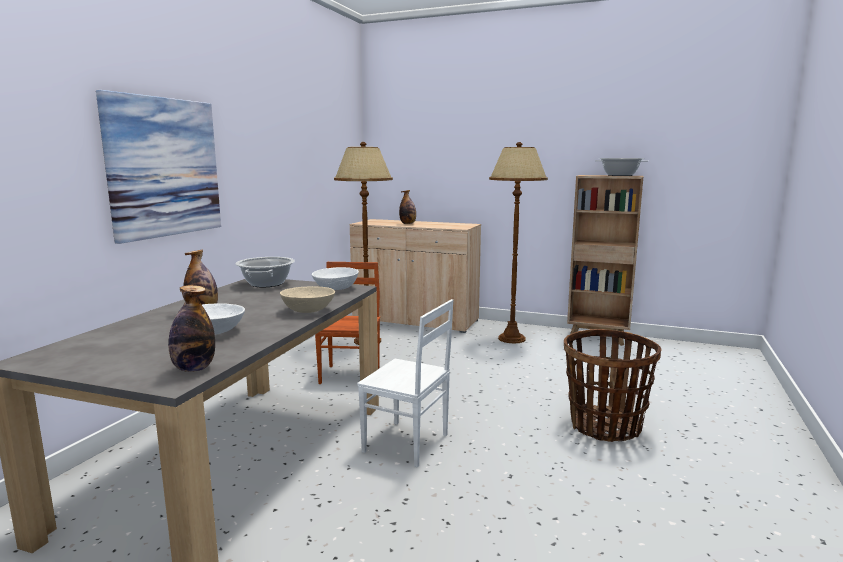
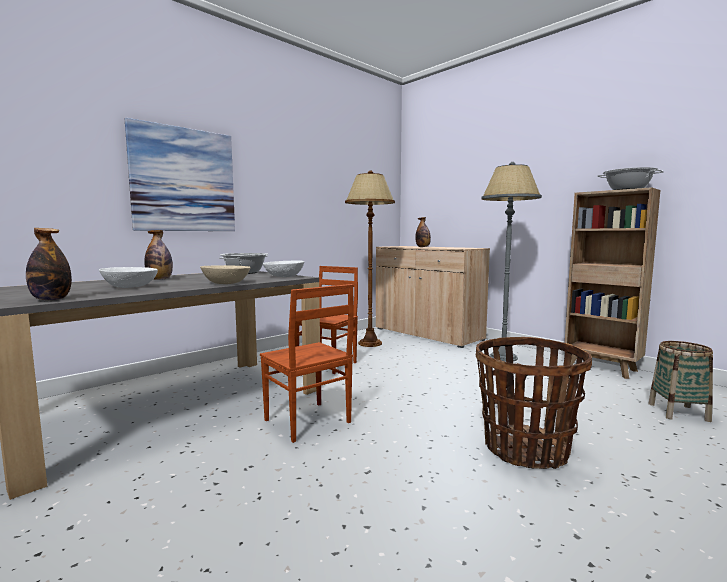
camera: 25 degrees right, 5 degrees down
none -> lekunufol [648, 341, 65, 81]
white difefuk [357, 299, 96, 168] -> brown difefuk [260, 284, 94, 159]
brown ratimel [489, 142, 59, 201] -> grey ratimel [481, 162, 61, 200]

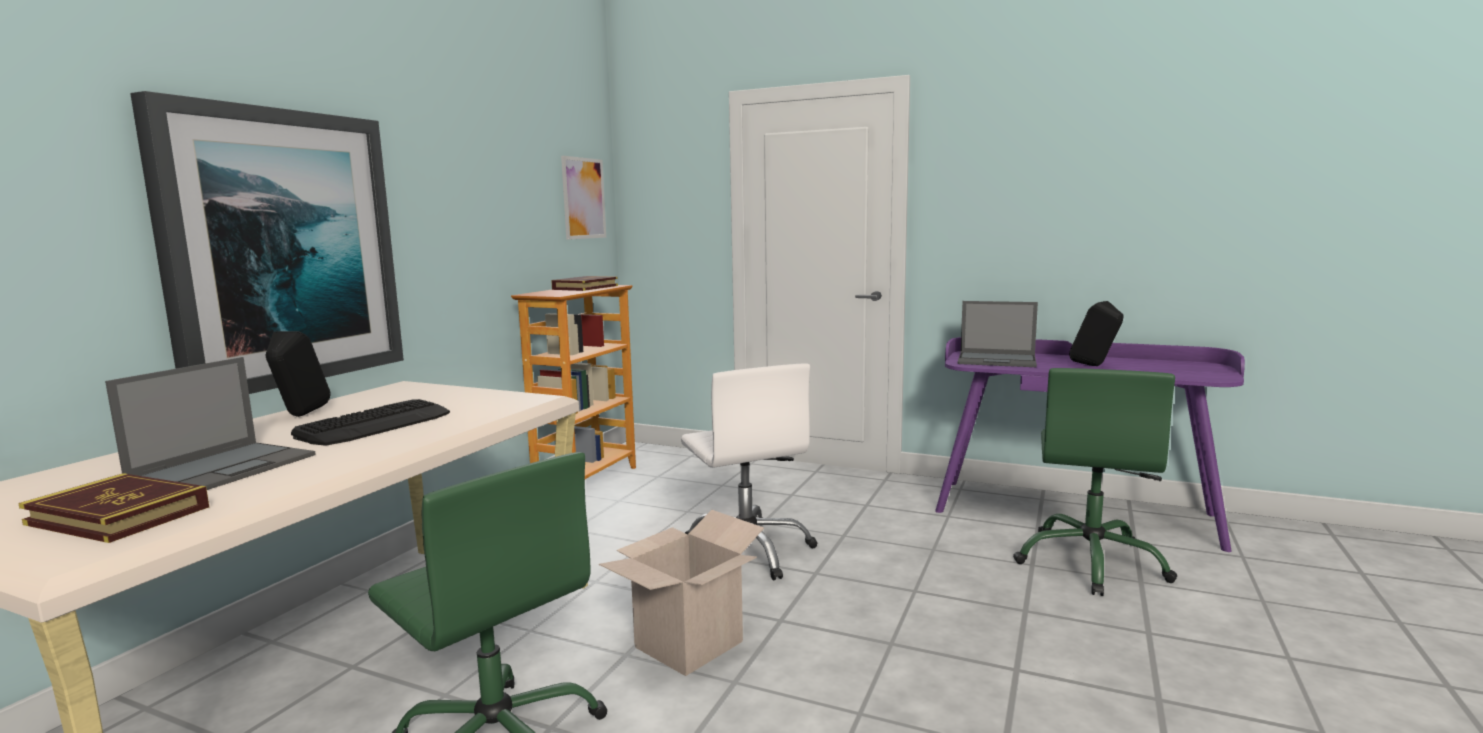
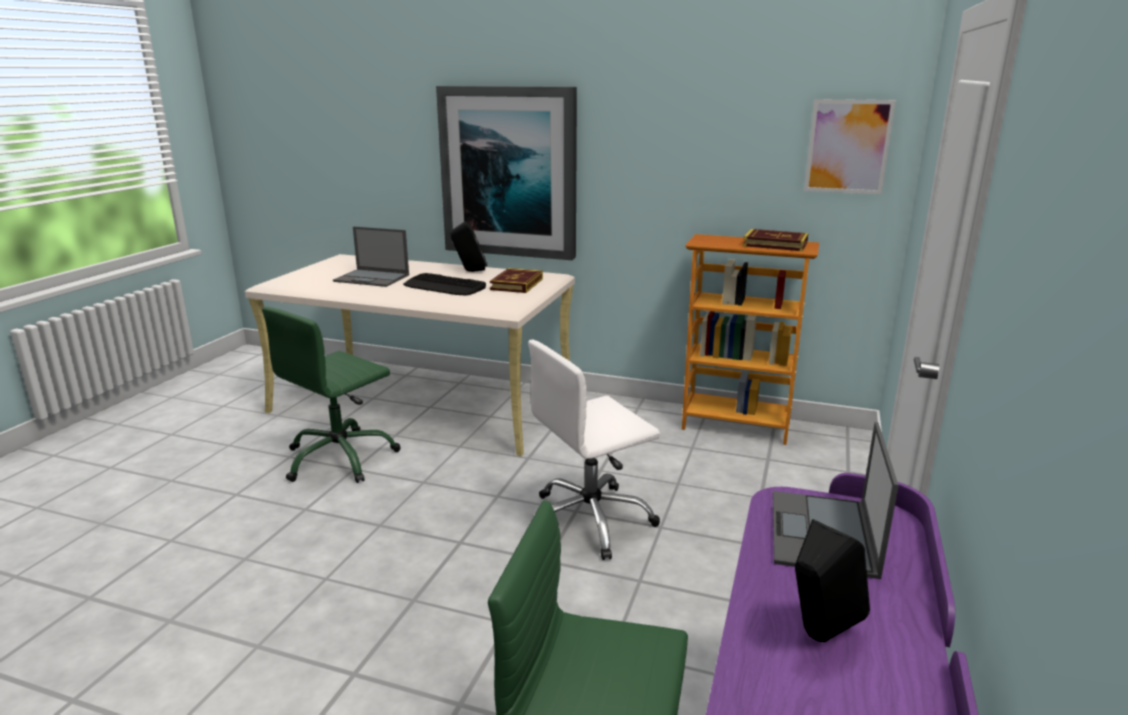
camera: 85 degrees right, 10 degrees up
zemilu [599, 510, 165, 166] -> none
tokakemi [18, 473, 191, 70] -> tokakemi [490, 268, 53, 25], shifted

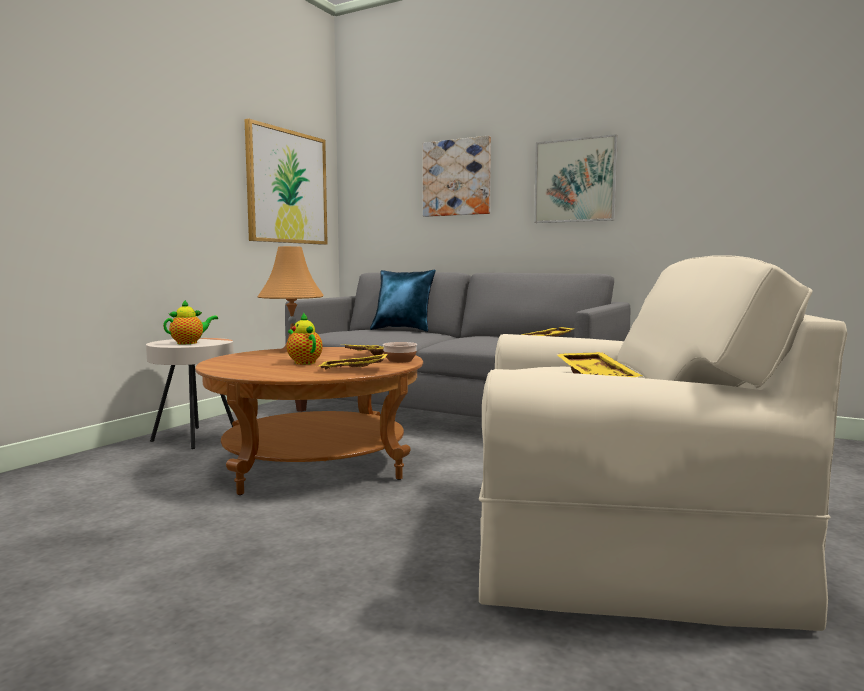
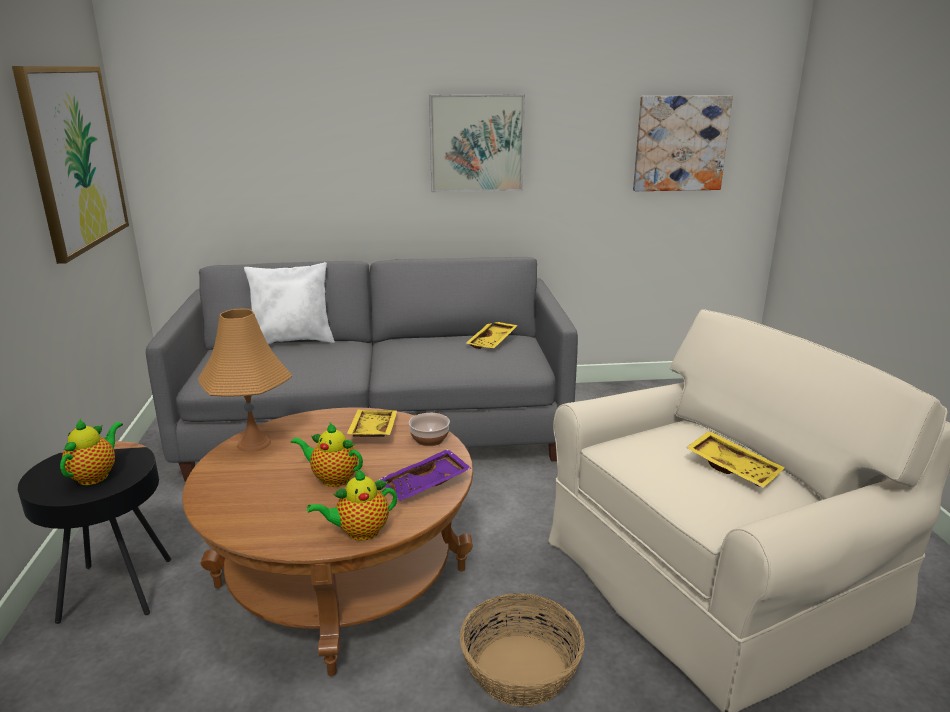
camera: 35 degrees left, 15 degrees up
none -> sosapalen [307, 469, 90, 72]
none -> lekunufol [460, 593, 125, 114]
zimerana [423, 136, 68, 81] -> zimerana [633, 95, 100, 96], shifted
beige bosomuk [146, 338, 88, 111] -> black bosomuk [18, 441, 153, 183]
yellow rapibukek [319, 354, 69, 15] -> purple rapibukek [379, 449, 92, 52]
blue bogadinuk [370, 270, 66, 62] -> white bogadinuk [244, 262, 91, 82]

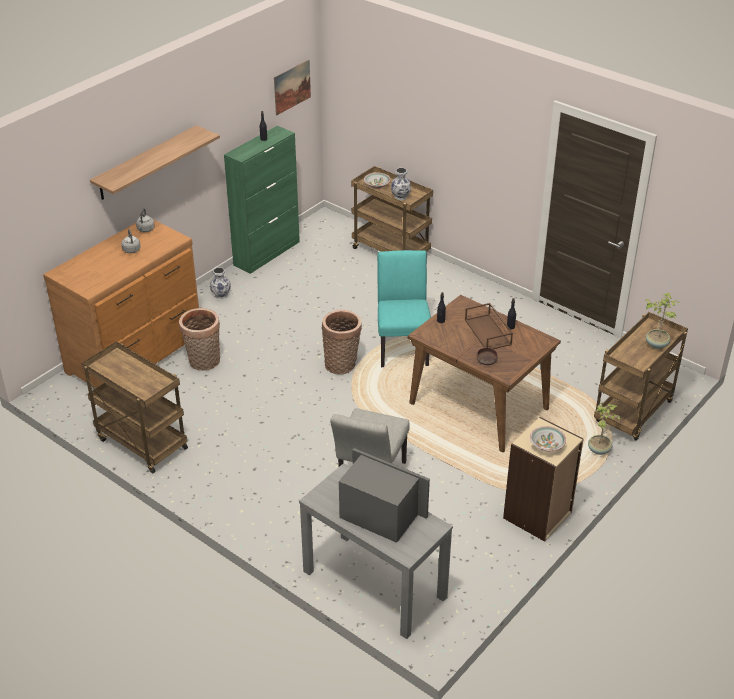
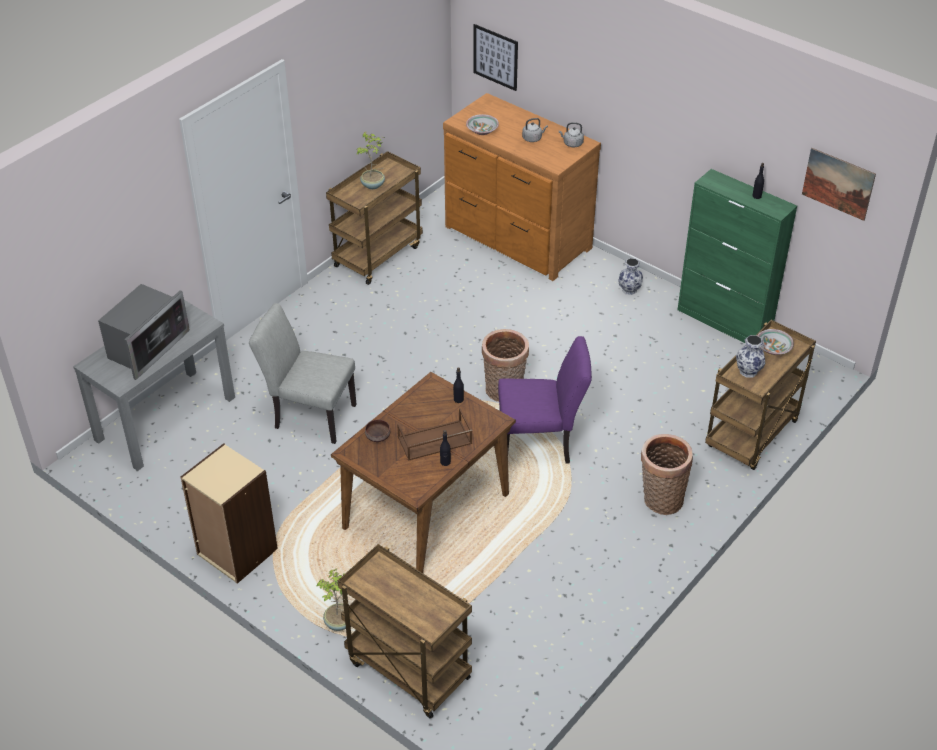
camera: 90 degrees right, 5 degrees up
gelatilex [90, 125, 130, 75] -> none
none -> zimerana [473, 24, 45, 67]
lekunufol [179, 308, 41, 63] -> lekunufol [641, 434, 52, 81], shifted
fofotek [530, 426, 36, 25] -> fofotek [466, 114, 33, 21], shifted
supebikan [645, 293, 34, 56] -> supebikan [356, 131, 29, 58], shifted
turquoise difefuk [377, 250, 54, 117] -> purple difefuk [498, 336, 94, 128]

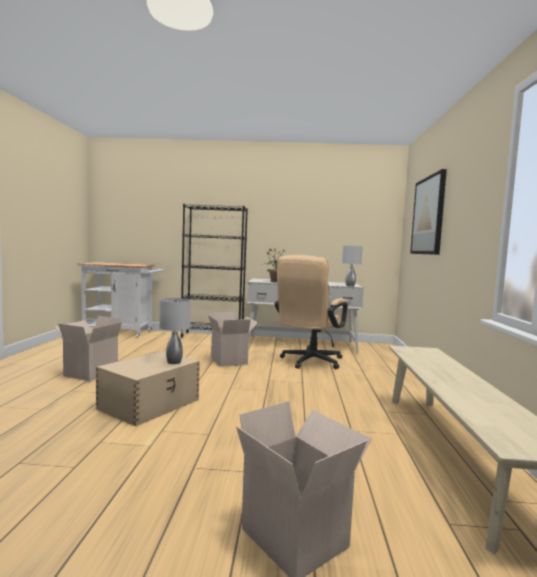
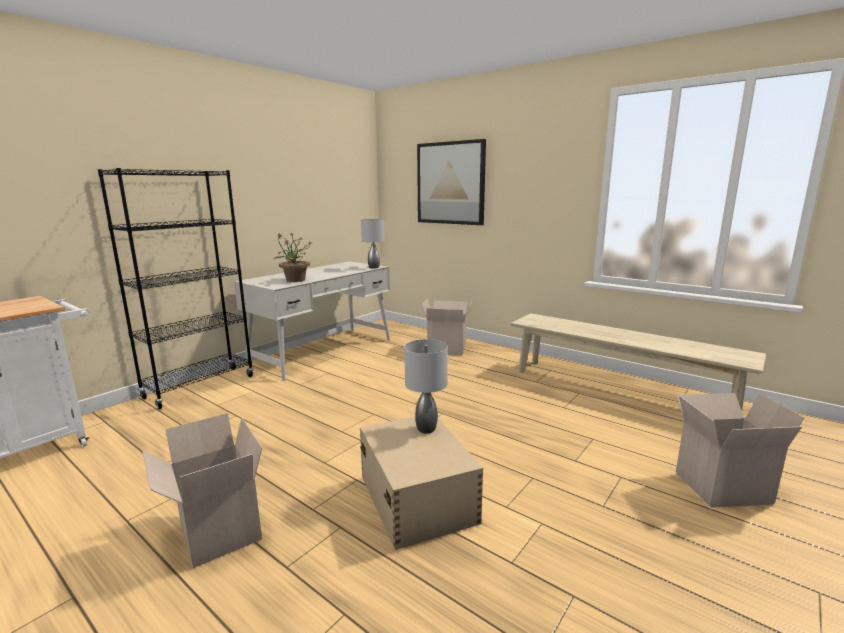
camera: 55 degrees left, 10 degrees up
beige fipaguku [275, 255, 73, 114] -> none
zemilu [208, 312, 50, 55] -> zemilu [422, 299, 50, 56], shifted

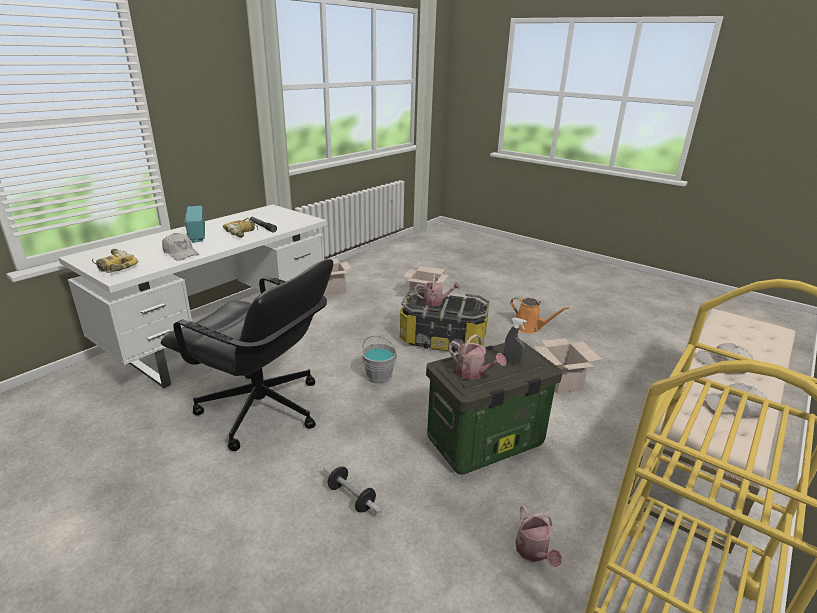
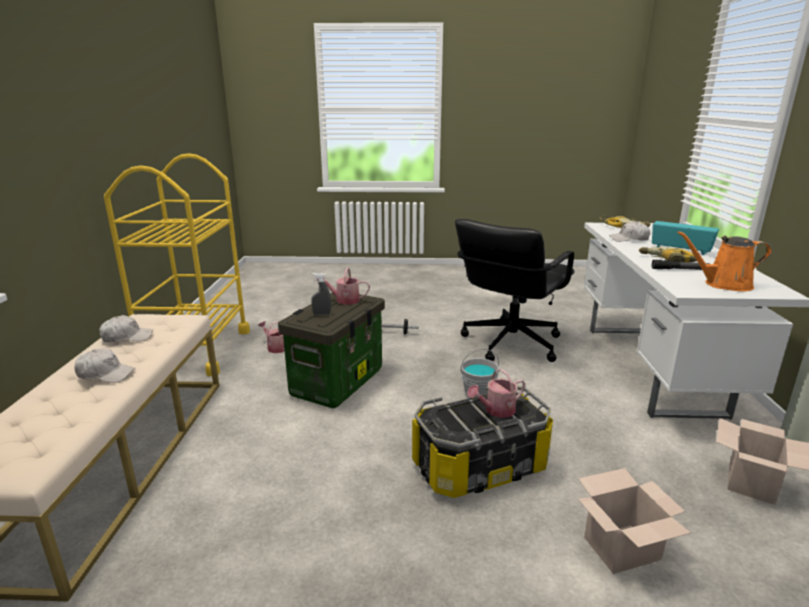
camera: 145 degrees right, 5 degrees down
zemilu [534, 338, 67, 55] -> none
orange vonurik [510, 297, 59, 36] -> orange vonurik [677, 231, 95, 61], shifted
black fipaguku [161, 259, 172, 192] -> black fipaguku [455, 219, 120, 143], 45 degrees counterclockwise

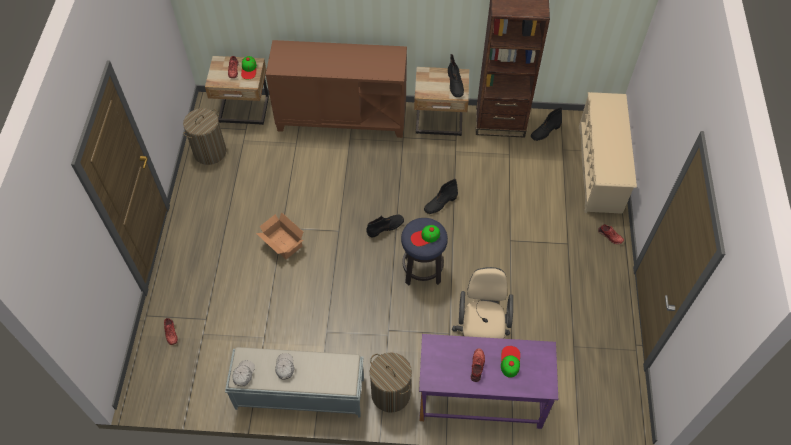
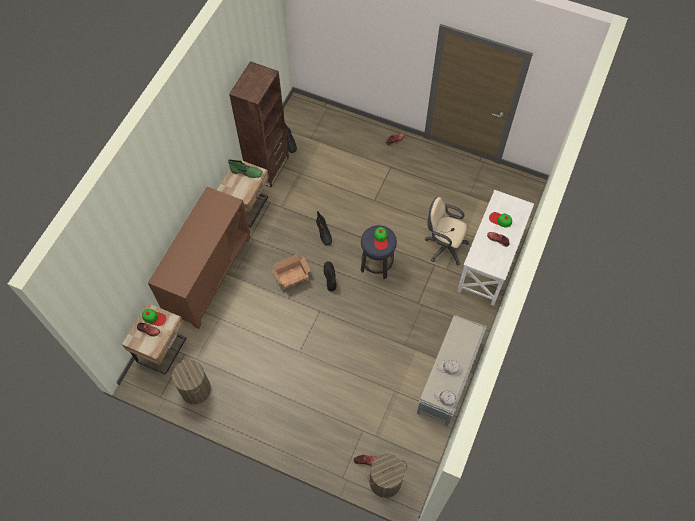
camera: 70 degrees left, 5 degrees up
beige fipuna [579, 92, 58, 122] -> none
zemilu [256, 212, 47, 47] -> zemilu [272, 254, 38, 35], shifted
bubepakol [370, 352, 42, 61] -> bubepakol [367, 454, 40, 44], shifted
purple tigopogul [419, 334, 139, 95] -> white tigopogul [457, 190, 77, 116]
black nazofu [448, 54, 16, 43] -> green nazofu [228, 159, 35, 19]

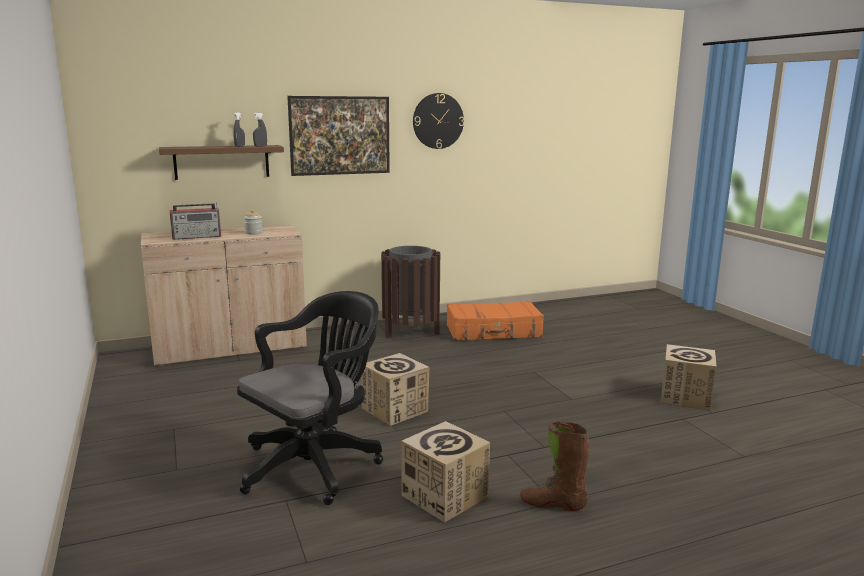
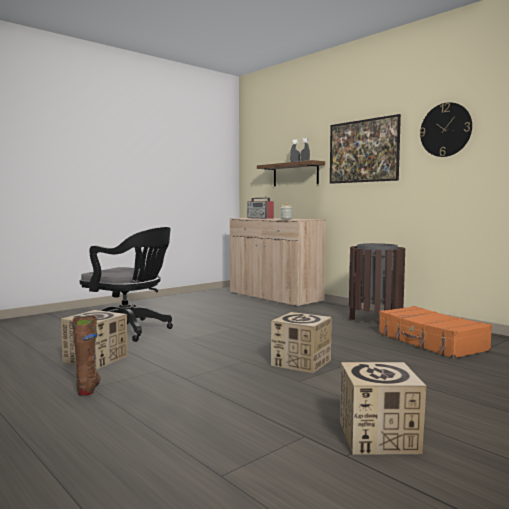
camera: 70 degrees right, 10 degrees down
zemilu [361, 353, 68, 73] -> zemilu [271, 312, 61, 61], shifted

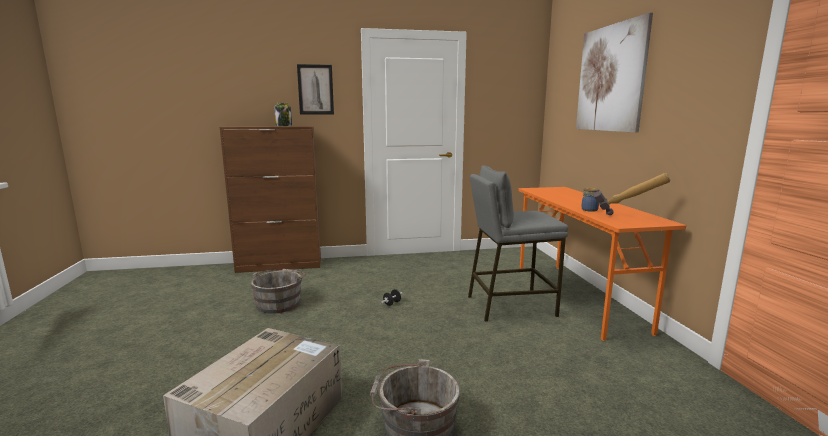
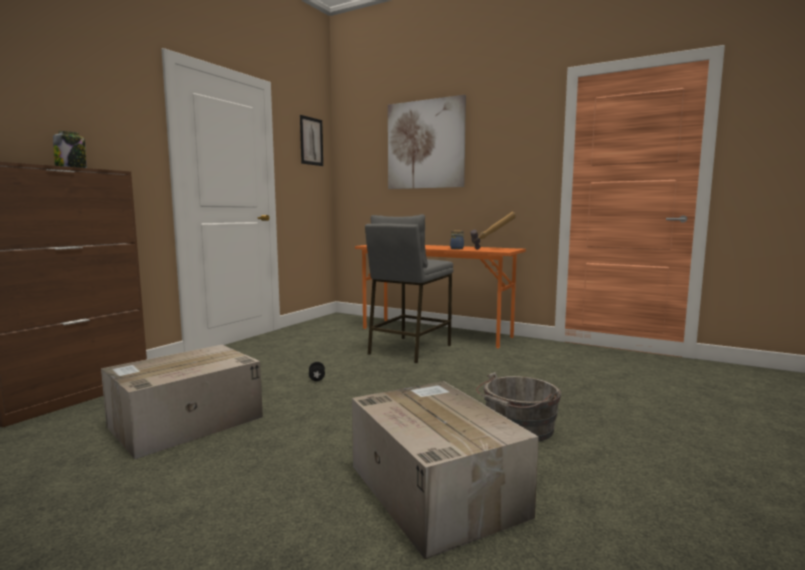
camera: 50 degrees left, 5 degrees down
zimerana [297, 64, 37, 51] -> zimerana [300, 115, 23, 51], shifted
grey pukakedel [250, 269, 56, 45] -> zemilu [101, 345, 162, 114]

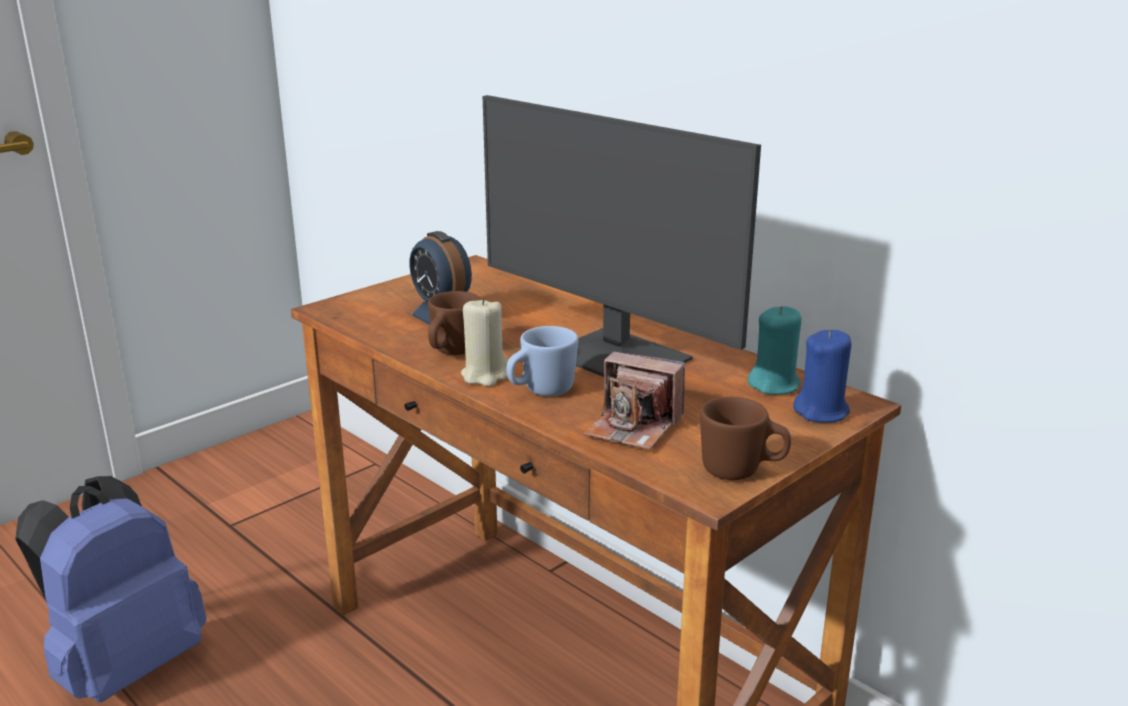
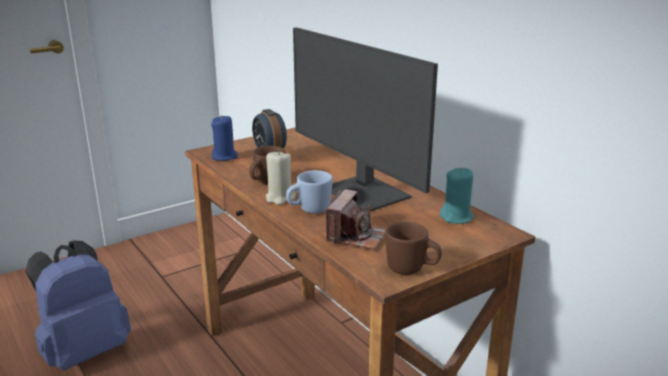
camera: 10 degrees right, 0 degrees up
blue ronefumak [793, 329, 58, 94] -> blue ronefumak [211, 115, 27, 46], shifted
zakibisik [583, 351, 102, 99] -> zakibisik [326, 189, 60, 61], 105 degrees counterclockwise

